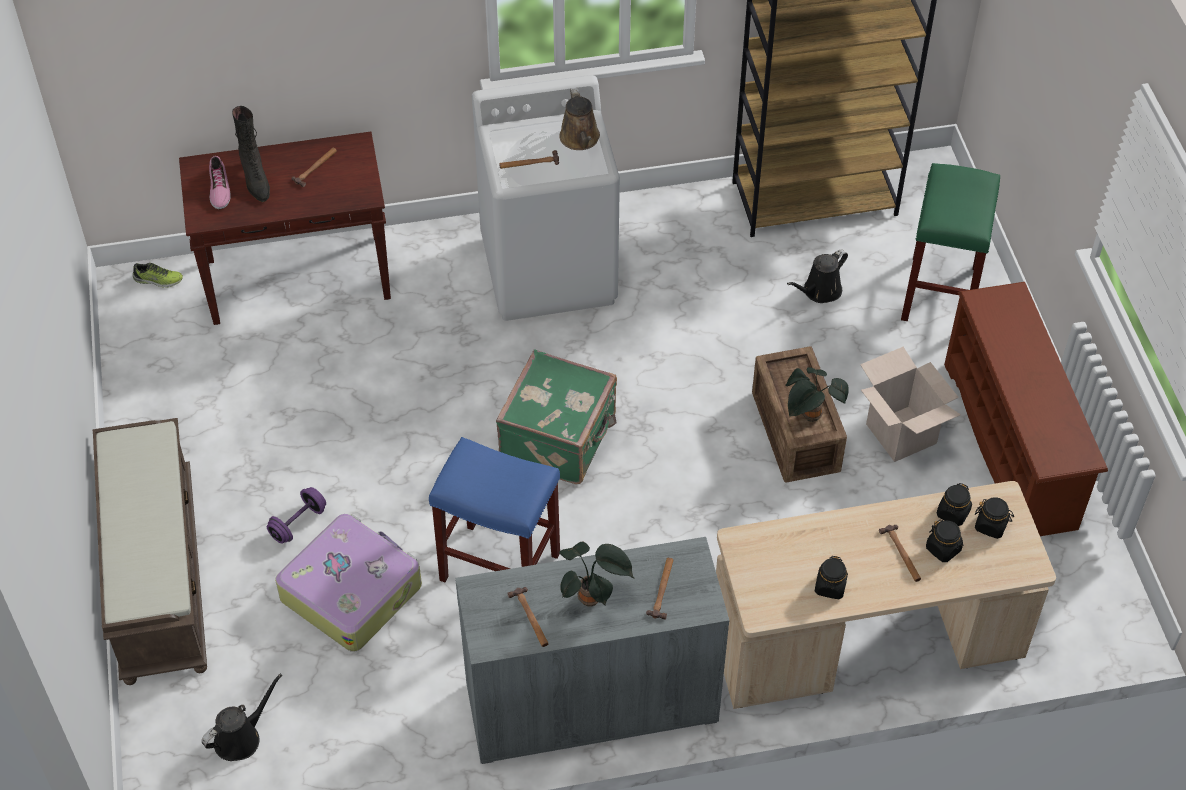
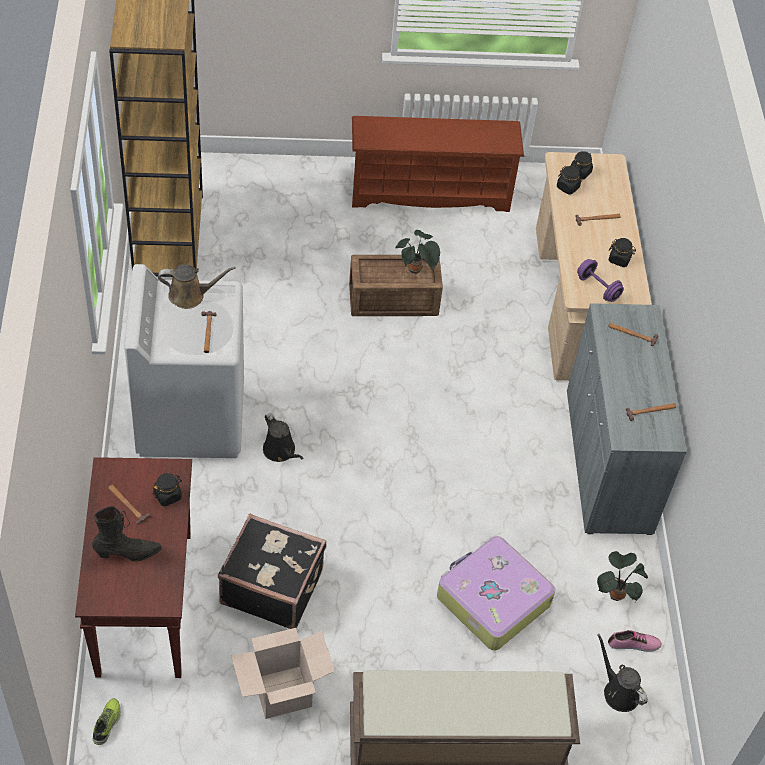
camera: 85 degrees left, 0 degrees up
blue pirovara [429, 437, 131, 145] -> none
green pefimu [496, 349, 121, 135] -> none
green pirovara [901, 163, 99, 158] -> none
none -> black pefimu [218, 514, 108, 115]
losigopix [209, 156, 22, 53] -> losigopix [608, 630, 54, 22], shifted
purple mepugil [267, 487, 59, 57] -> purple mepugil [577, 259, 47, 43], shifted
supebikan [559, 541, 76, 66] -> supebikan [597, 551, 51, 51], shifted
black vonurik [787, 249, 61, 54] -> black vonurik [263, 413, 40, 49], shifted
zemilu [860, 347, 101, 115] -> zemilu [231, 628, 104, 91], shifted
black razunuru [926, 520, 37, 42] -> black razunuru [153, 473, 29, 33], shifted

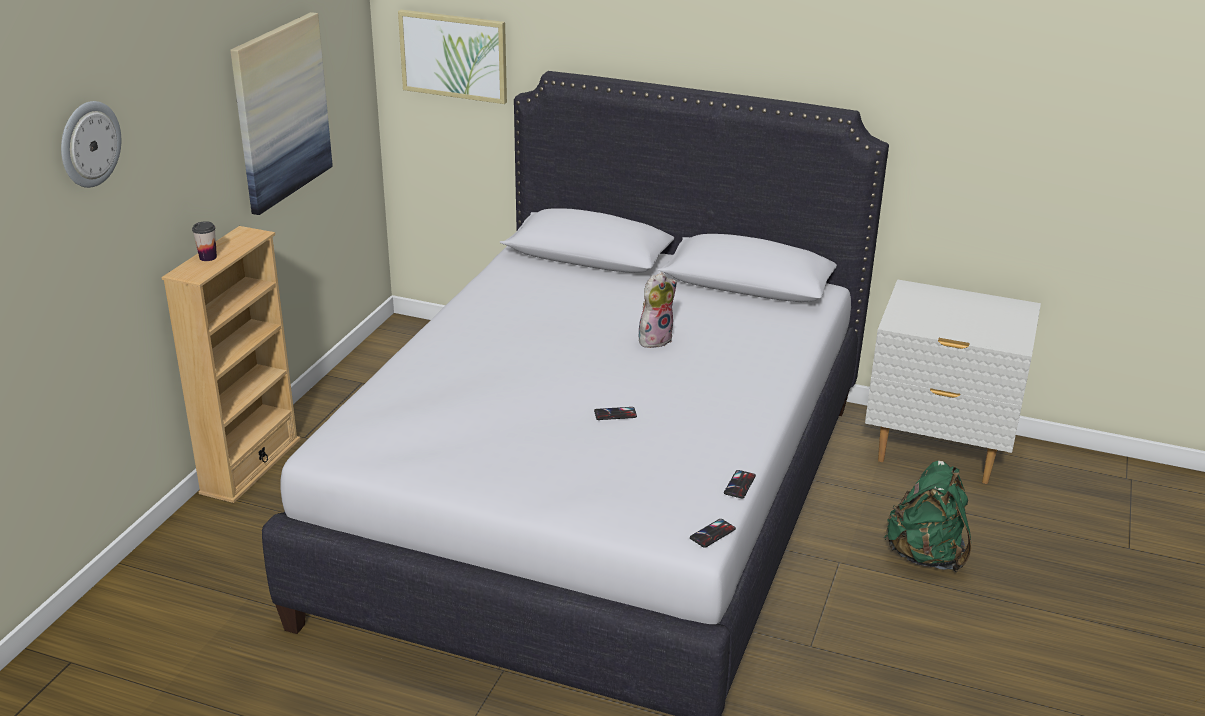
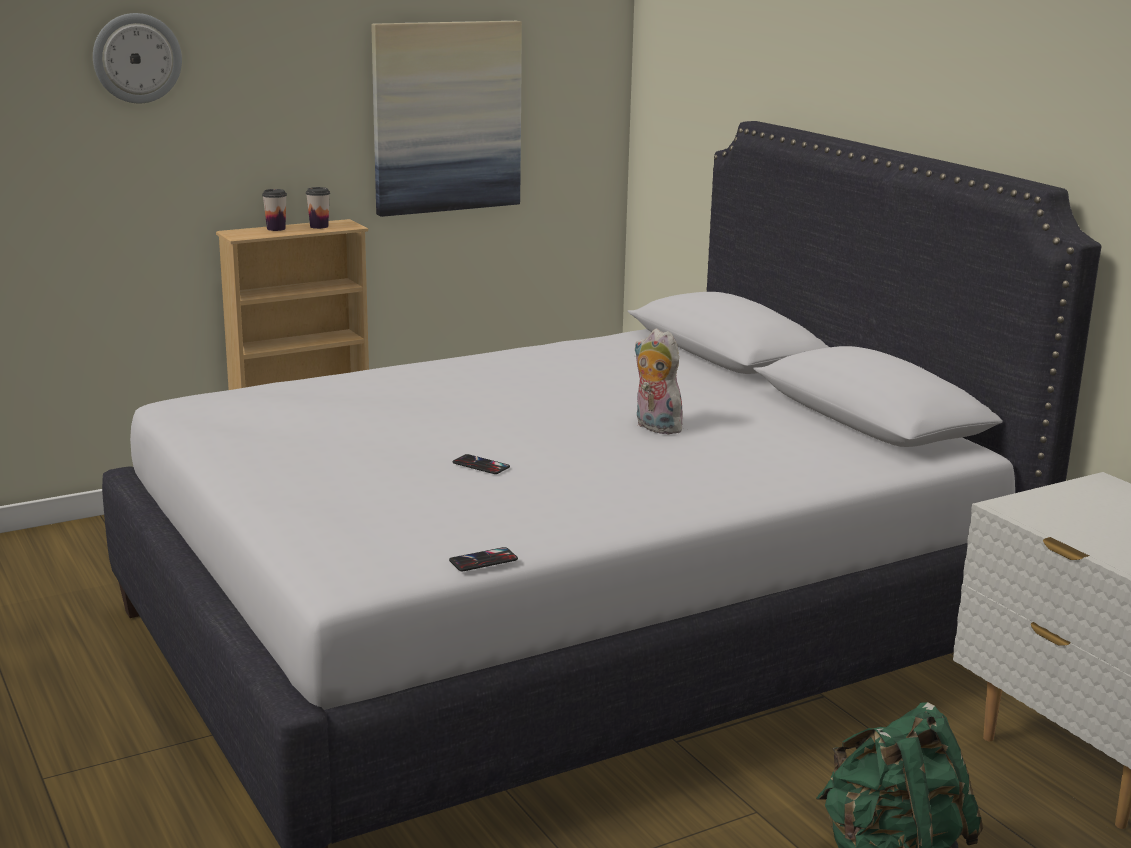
camera: 40 degrees right, 10 degrees down
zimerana [398, 10, 109, 94] -> none
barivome [690, 519, 46, 29] -> none
none -> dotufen [306, 187, 24, 42]
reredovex [638, 272, 39, 76] -> reredovex [634, 329, 49, 105], 135 degrees counterclockwise

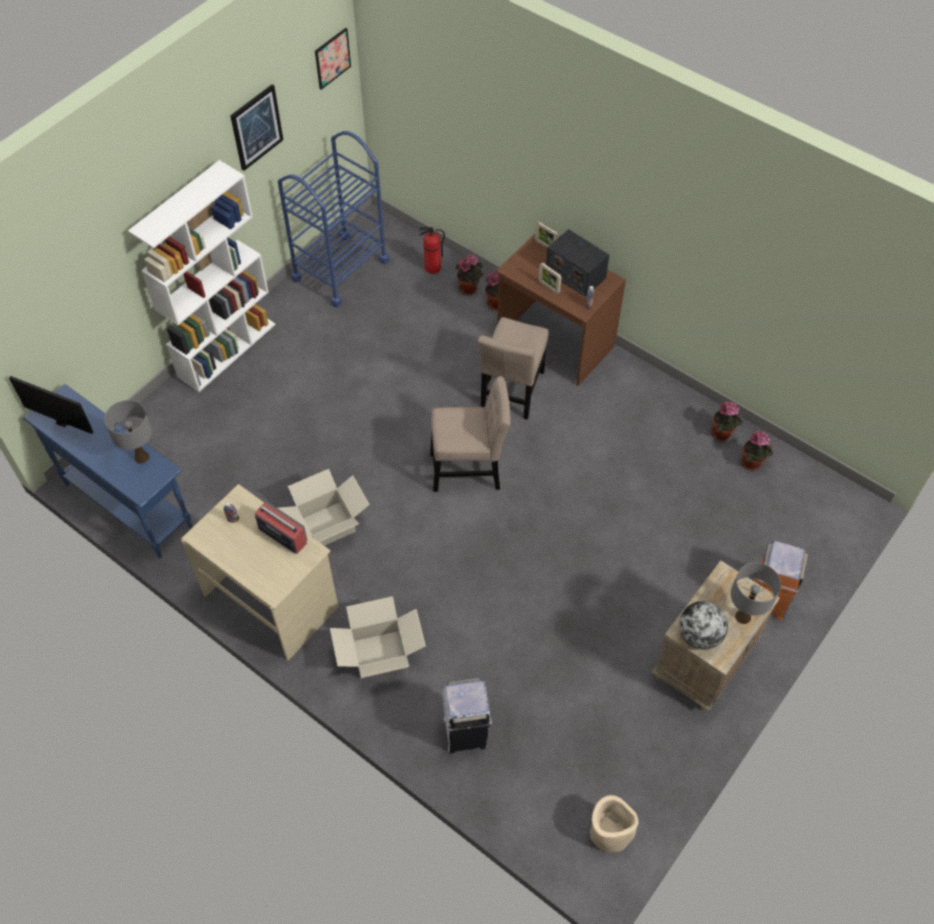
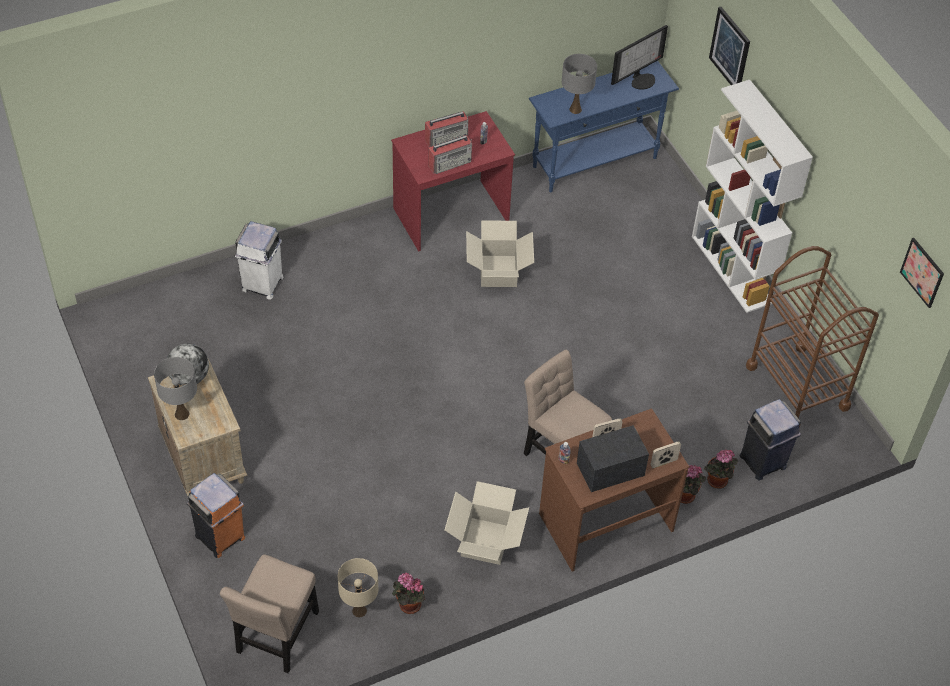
camera: 115 degrees right, 5 degrees down
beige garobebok [590, 795, 49, 57] -> none
none -> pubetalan [425, 111, 44, 36]
zimerana [230, 85, 53, 86] -> zimerana [709, 7, 41, 78], shifted
zemilu [330, 596, 96, 82] -> zemilu [445, 481, 84, 84], shifted
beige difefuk [430, 376, 81, 116] -> beige difefuk [220, 554, 99, 119], shifted
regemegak [419, 227, 26, 47] -> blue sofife [740, 399, 61, 82]
supebikan [741, 431, 32, 40] -> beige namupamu [338, 558, 40, 59]
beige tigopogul [181, 484, 157, 177] -> red tigopogul [391, 111, 124, 141]
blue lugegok [278, 131, 111, 176] -> brown lugegok [746, 246, 133, 182]

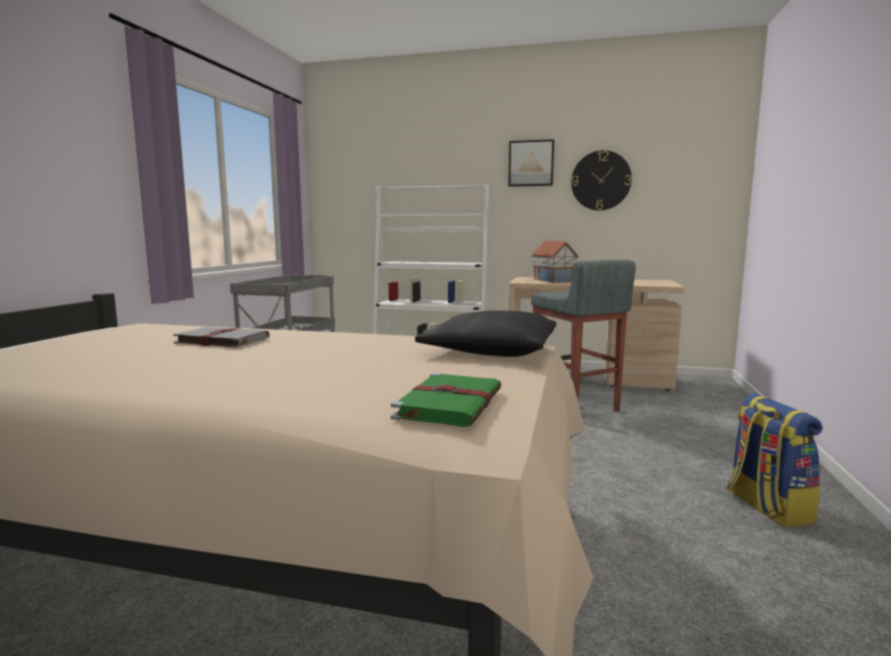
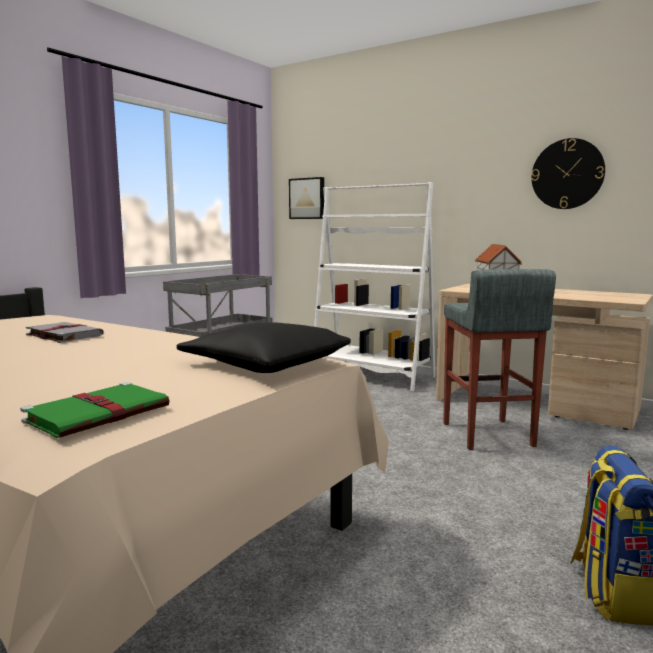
camera: 20 degrees right, 0 degrees up
zimerana [508, 139, 46, 48] -> zimerana [289, 177, 35, 42], shifted

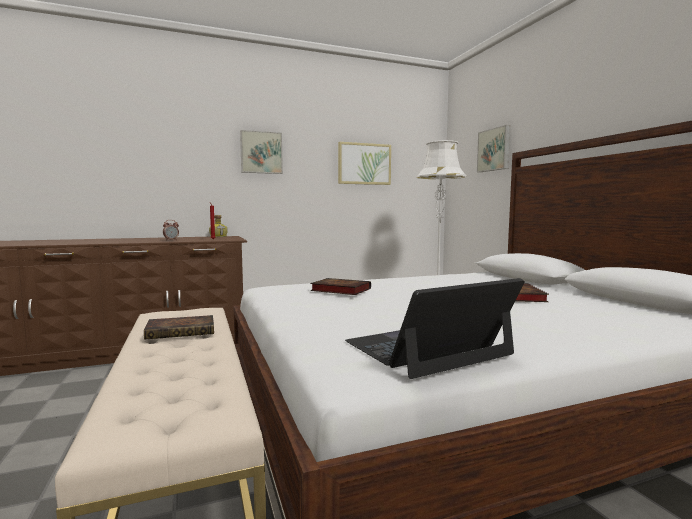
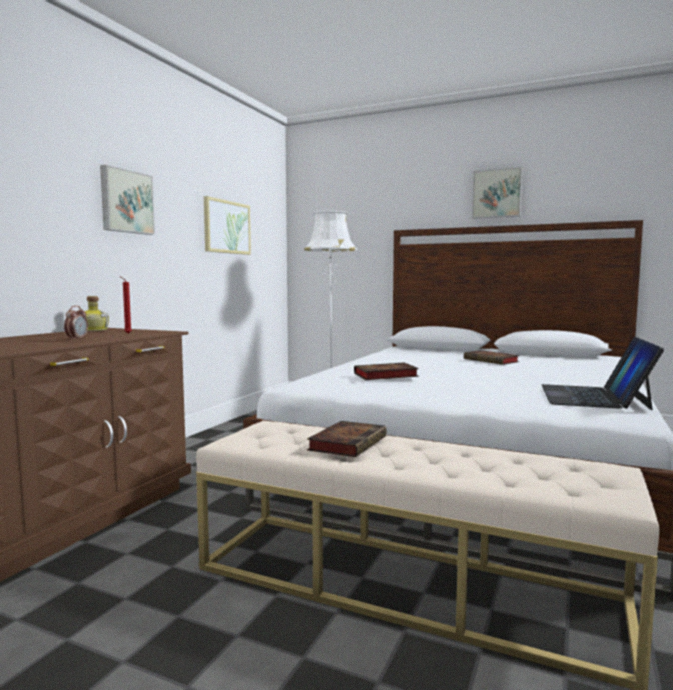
camera: 45 degrees left, 0 degrees up
zimerana [477, 125, 33, 47] -> zimerana [472, 167, 50, 52], shifted

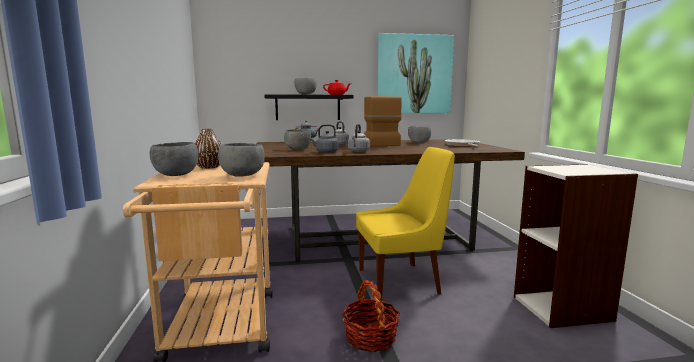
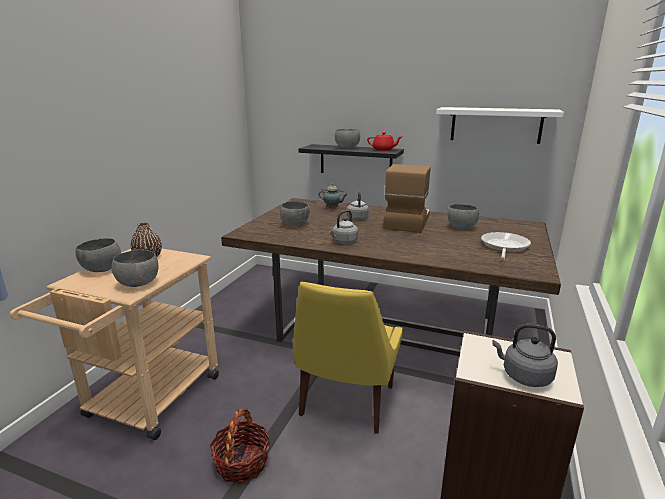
camera: 30 degrees right, 10 degrees up
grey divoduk [309, 124, 29, 29] -> grey divoduk [492, 324, 66, 63], shifted
zimerana [377, 33, 77, 80] -> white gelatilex [436, 107, 128, 37]
yellow difefuk [356, 147, 99, 154] -> yellow difefuk [293, 282, 110, 152], 90 degrees clockwise

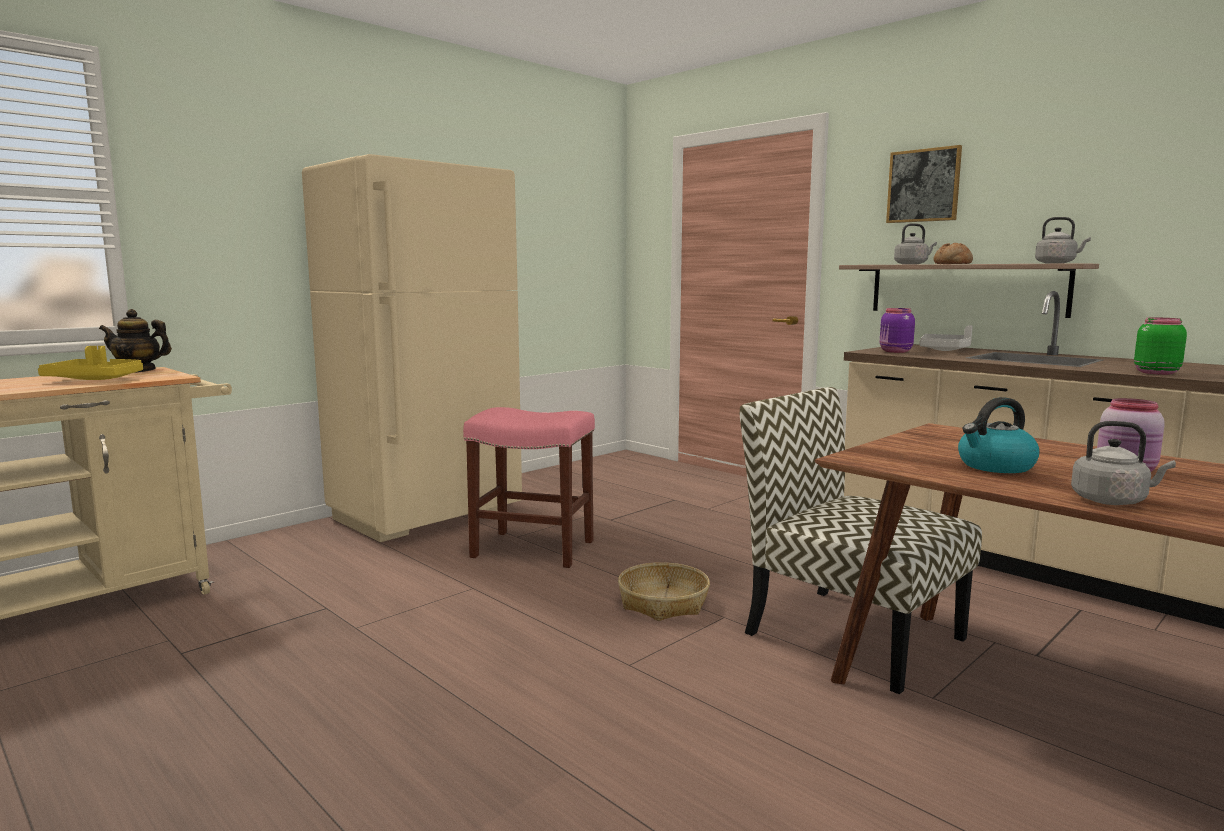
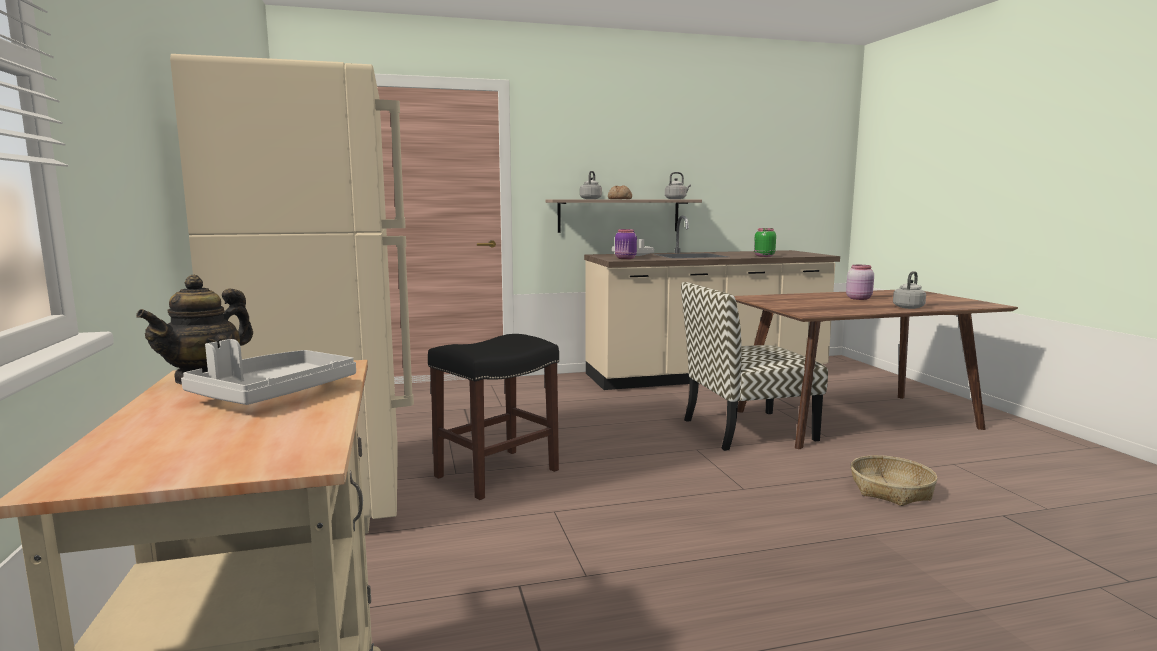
camera: 60 degrees left, 0 degrees up
zimerana [886, 145, 76, 78] -> none
divoduk [958, 397, 81, 76] -> none
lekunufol [618, 562, 92, 59] -> lekunufol [851, 455, 87, 51], shifted
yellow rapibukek [38, 346, 105, 34] -> grey rapibukek [181, 339, 175, 66]
pink pirovara [463, 407, 132, 161] -> black pirovara [428, 334, 131, 166]

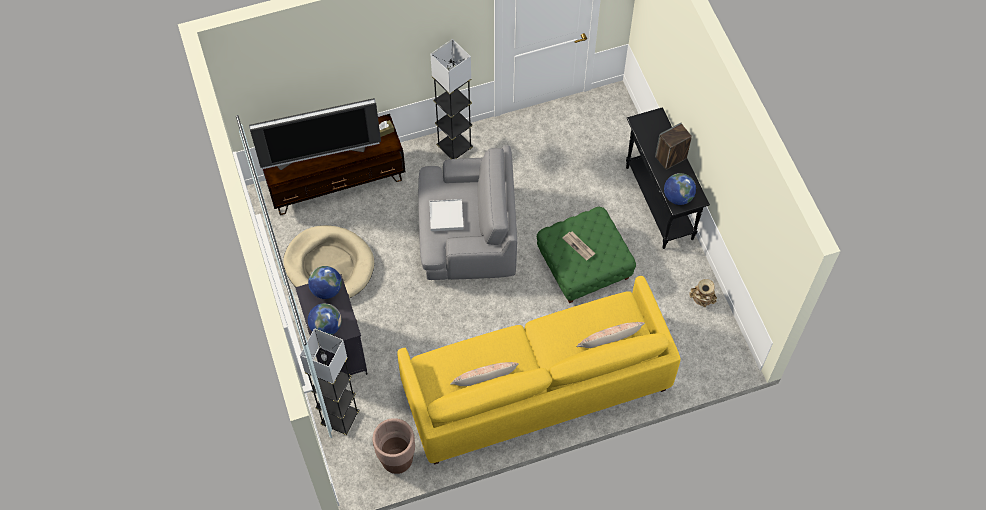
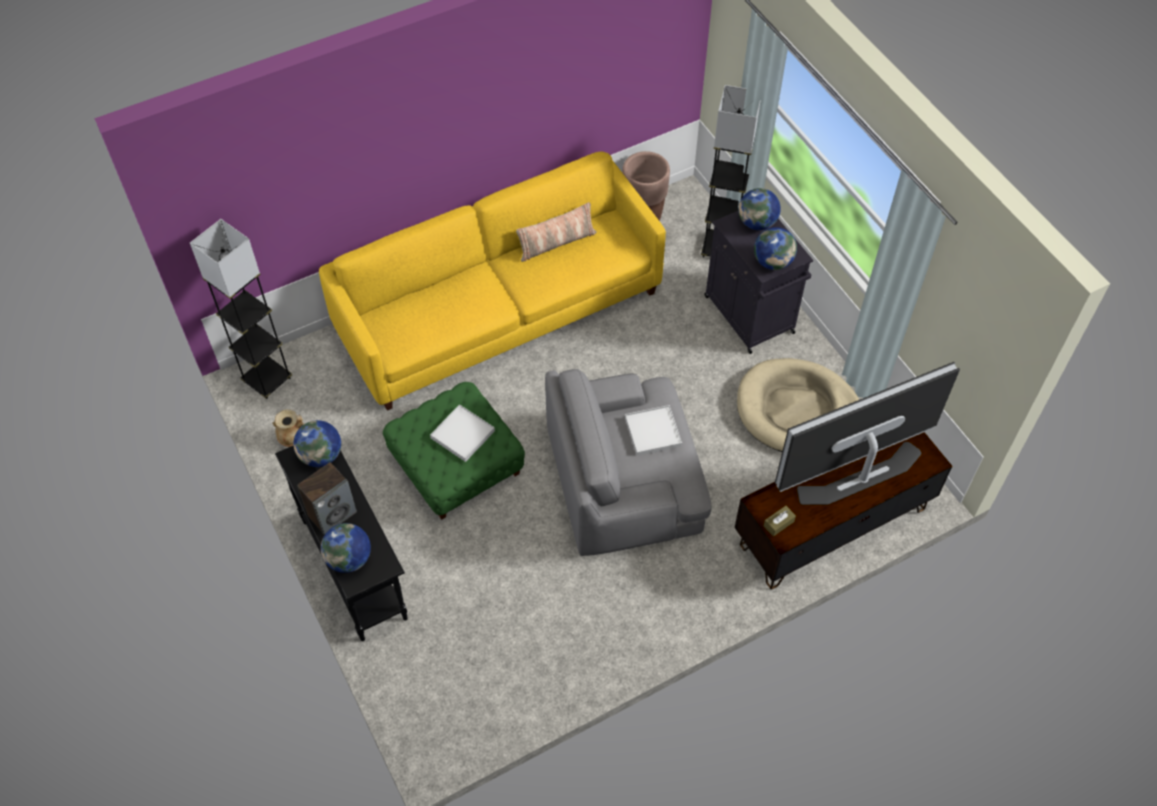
camera: 170 degrees right, 5 degrees down
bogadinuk [576, 322, 69, 26] -> none
none -> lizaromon [321, 523, 50, 50]
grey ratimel [430, 39, 43, 120] -> grey ratimel [190, 219, 102, 180], shifted
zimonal [562, 231, 34, 30] -> white rapibukek [430, 404, 65, 58]

